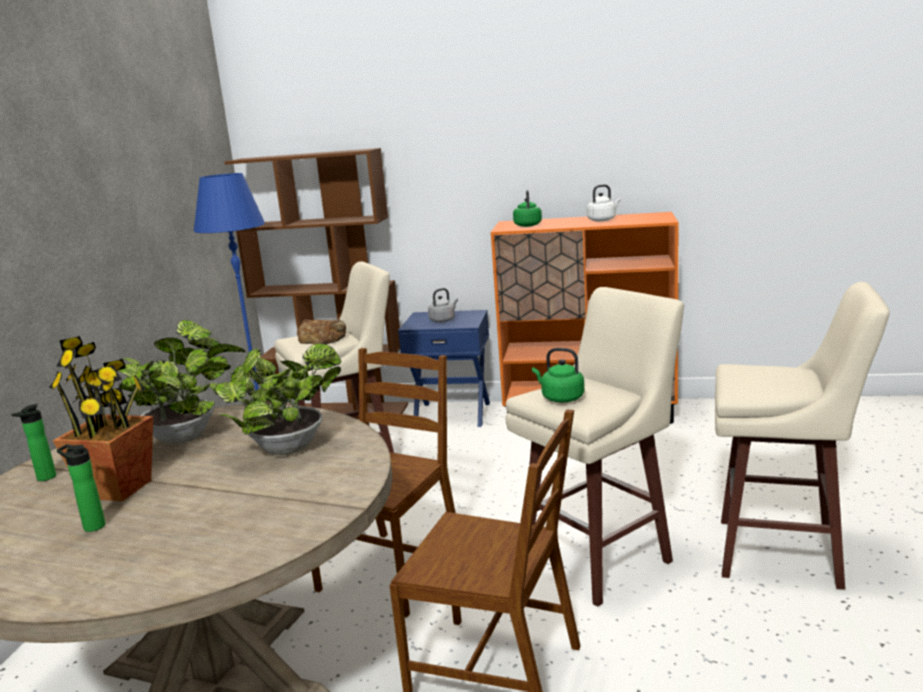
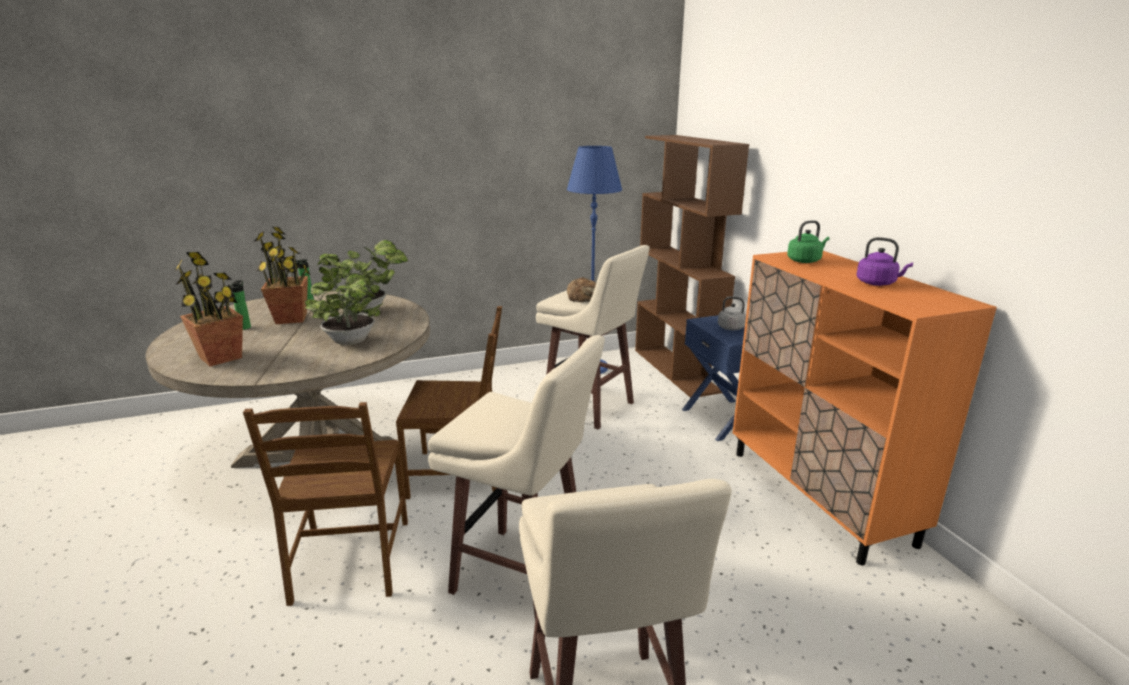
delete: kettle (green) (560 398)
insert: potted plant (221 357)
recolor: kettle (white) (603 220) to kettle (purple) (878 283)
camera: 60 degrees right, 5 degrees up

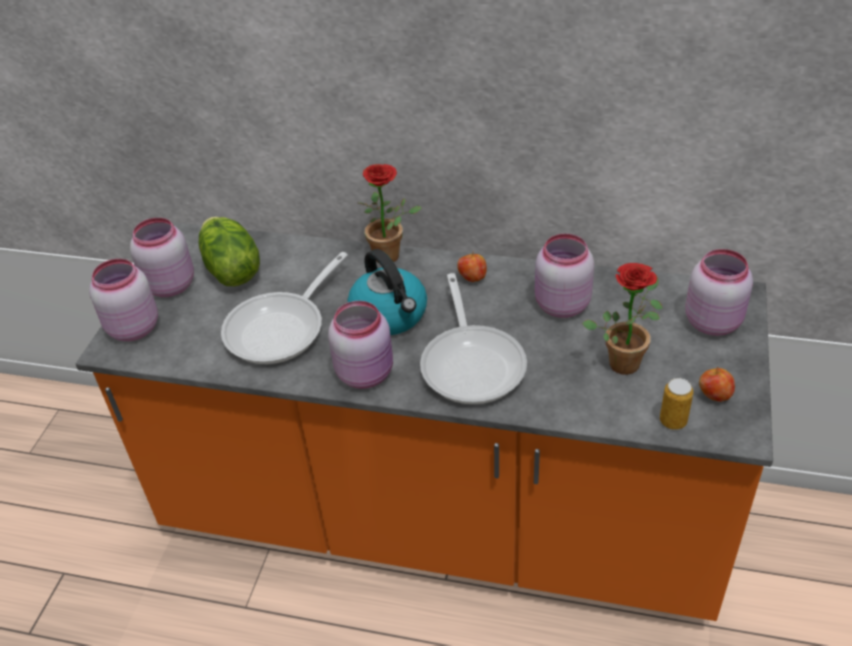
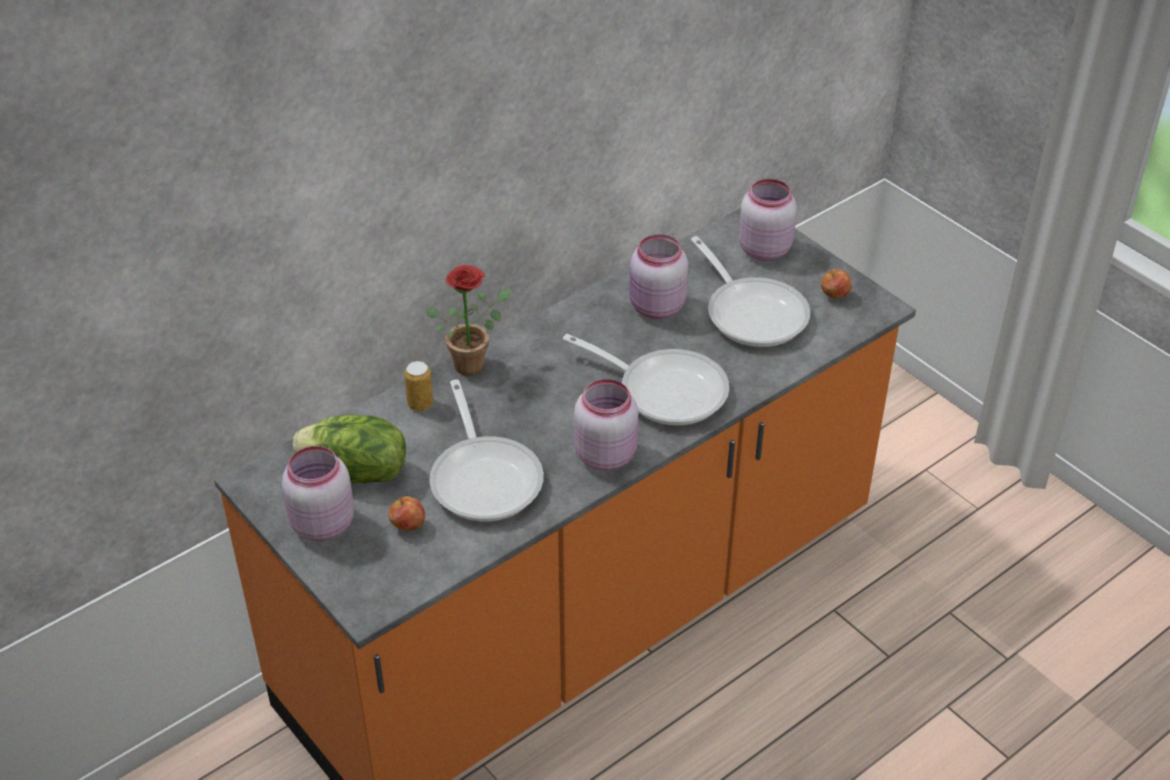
delete: kettle (390 315); jar (pink) (132 328)
move: apple (472 278) to (408 526); can (673 421) to (420 404)
replace: potted plant (625 359) to frying pan (752 312)
camera: 55 degrees left, 0 degrees up

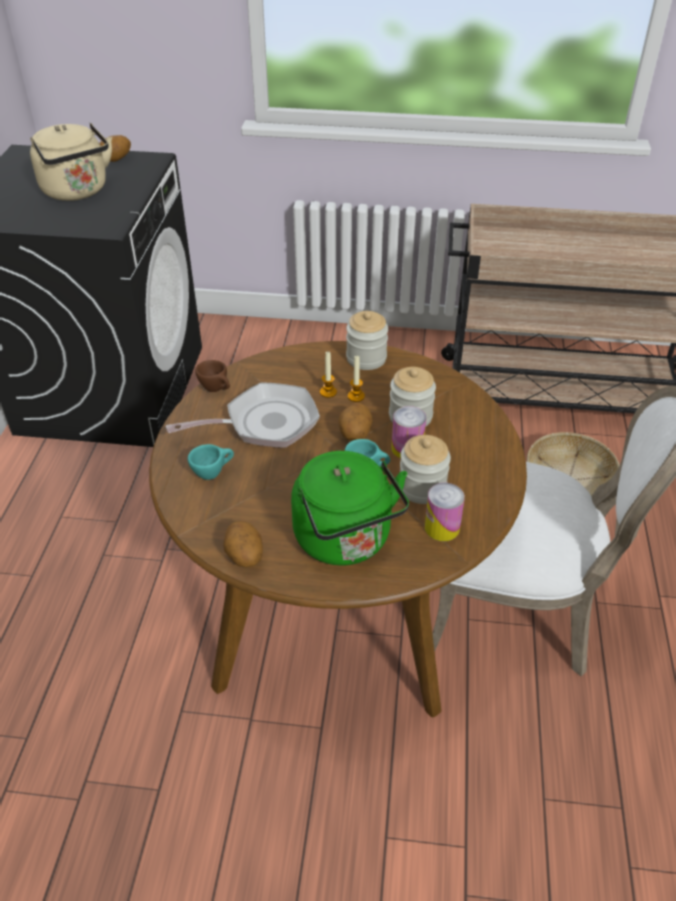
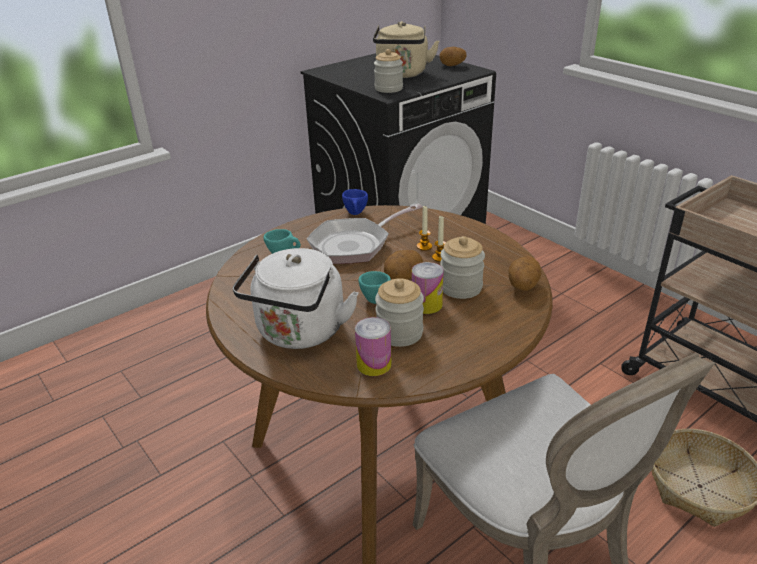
move: jar (366 358) to (388 89); potato (244 557) to (522 286)
recolor: cup (brown) (217 389) to cup (blue) (356 214); kettle (green) (346 541) to kettle (white) (299 333)
rotate: frying pan (264 423) = (355 244) 120 degrees clockwise
camera: 45 degrees right, 10 degrees down

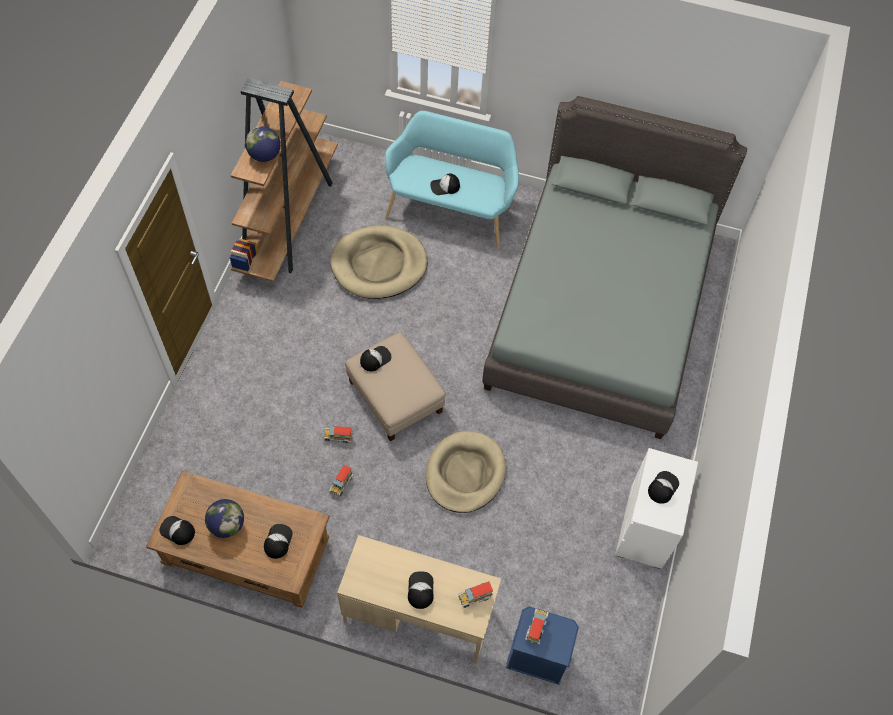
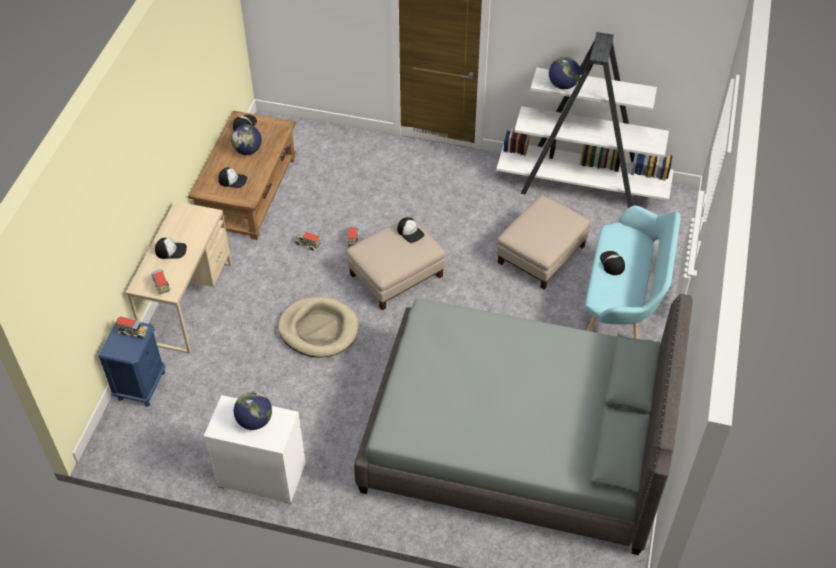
replace: dog bed (beige) (379 265) to ottoman (beige) (541 255); cap (662 487) to globe (254 421)
recolor: bookcase (brown) (288 218) to bookcase (white) (582 186)
camera: 90 degrees right, 10 degrees down

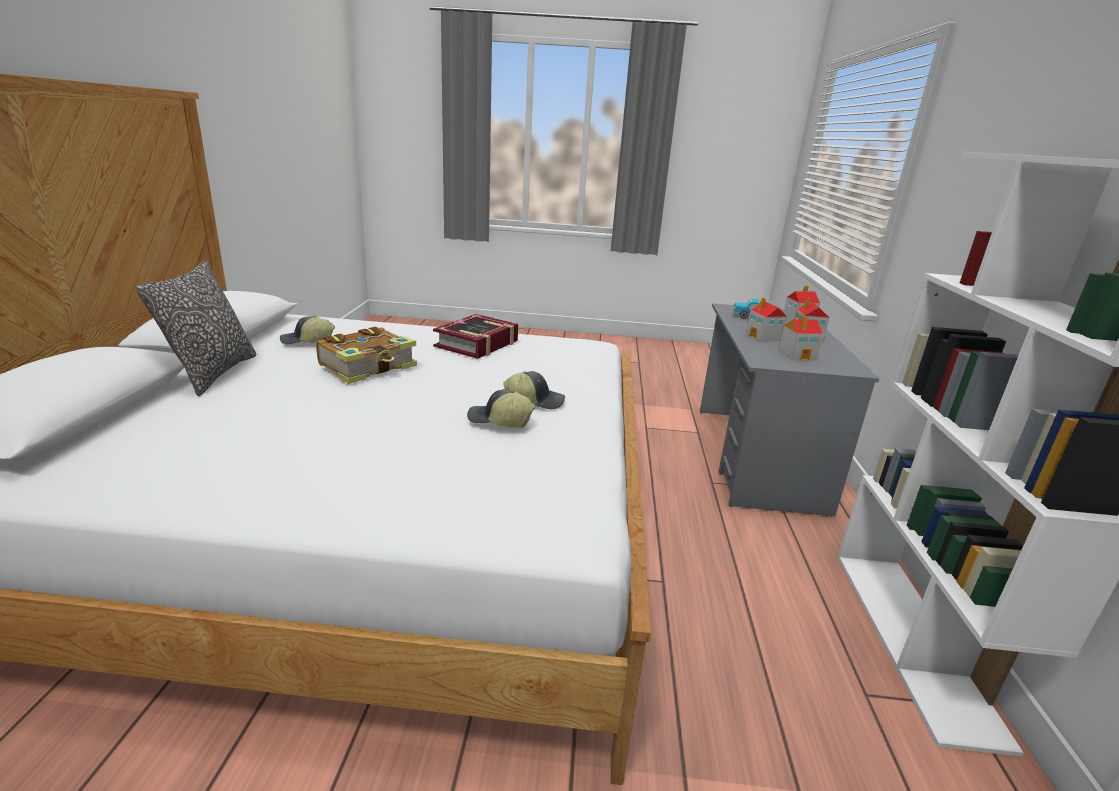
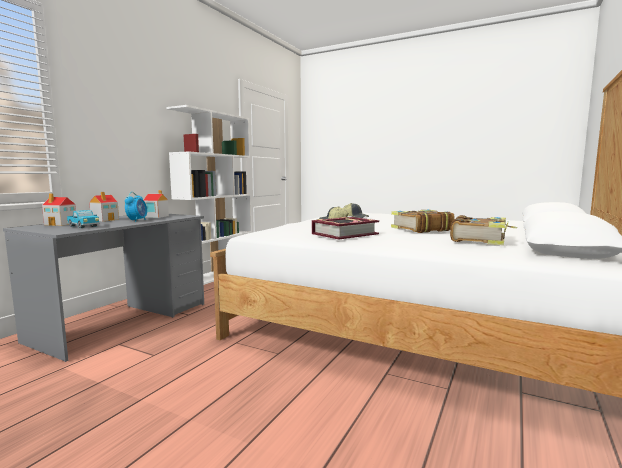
delete: pillow (213 373)
replace: toy house (763 337) to alarm clock (137 220); cap (307 341) to book (480 240)
camera: 155 degrees left, 15 degrees down

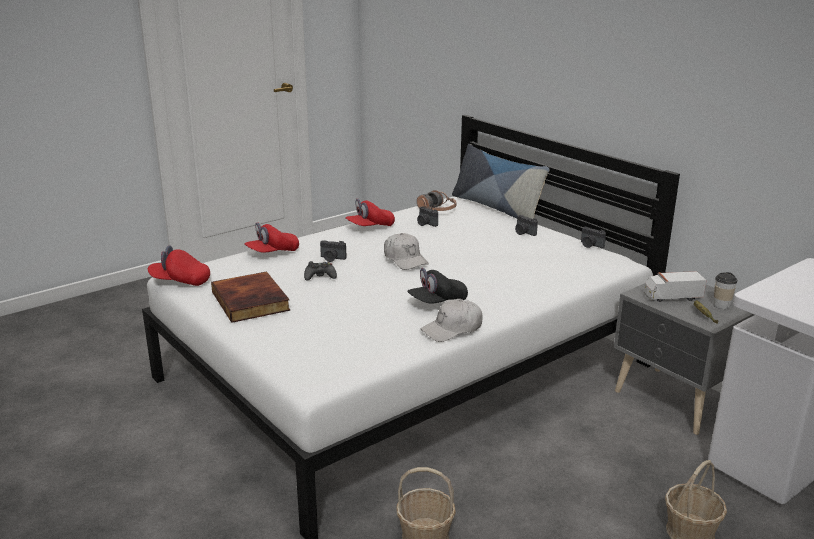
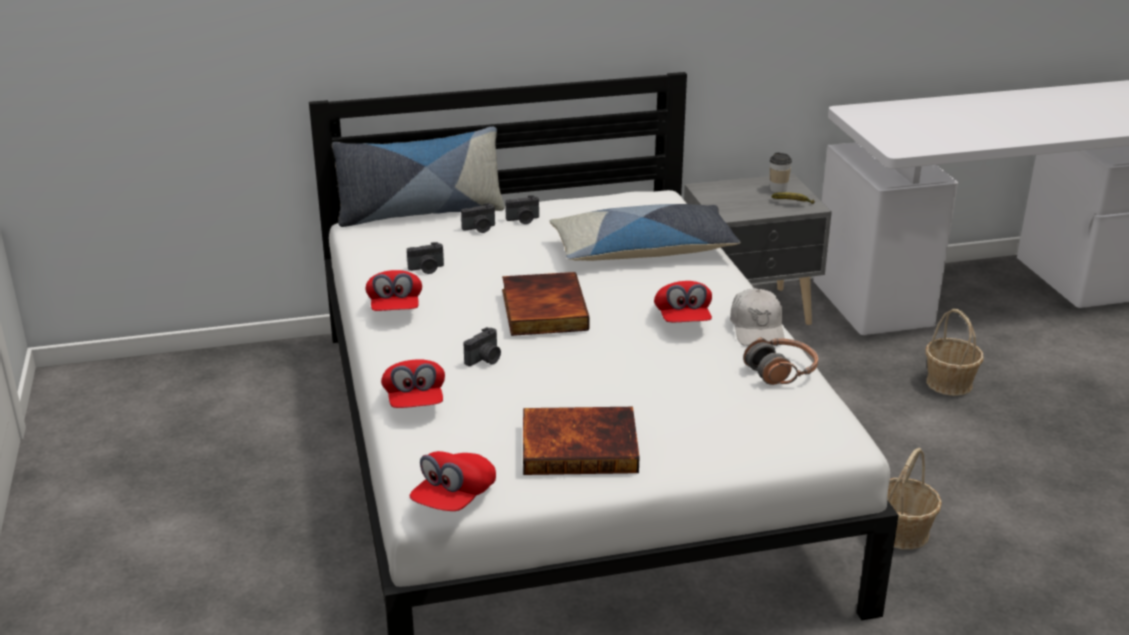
delete: game controller (black) (320 276); toy truck (672 297)
insert: pillow (644 250)
move: headphones (437 211) to (781 371); photo camera (590 245) to (480 228)
replace: cap (white) (405 259) to book (542 309)
recolor: cap (black) (437 302) to cap (red) (682 320)
camera: 65 degrees left, 5 degrees up

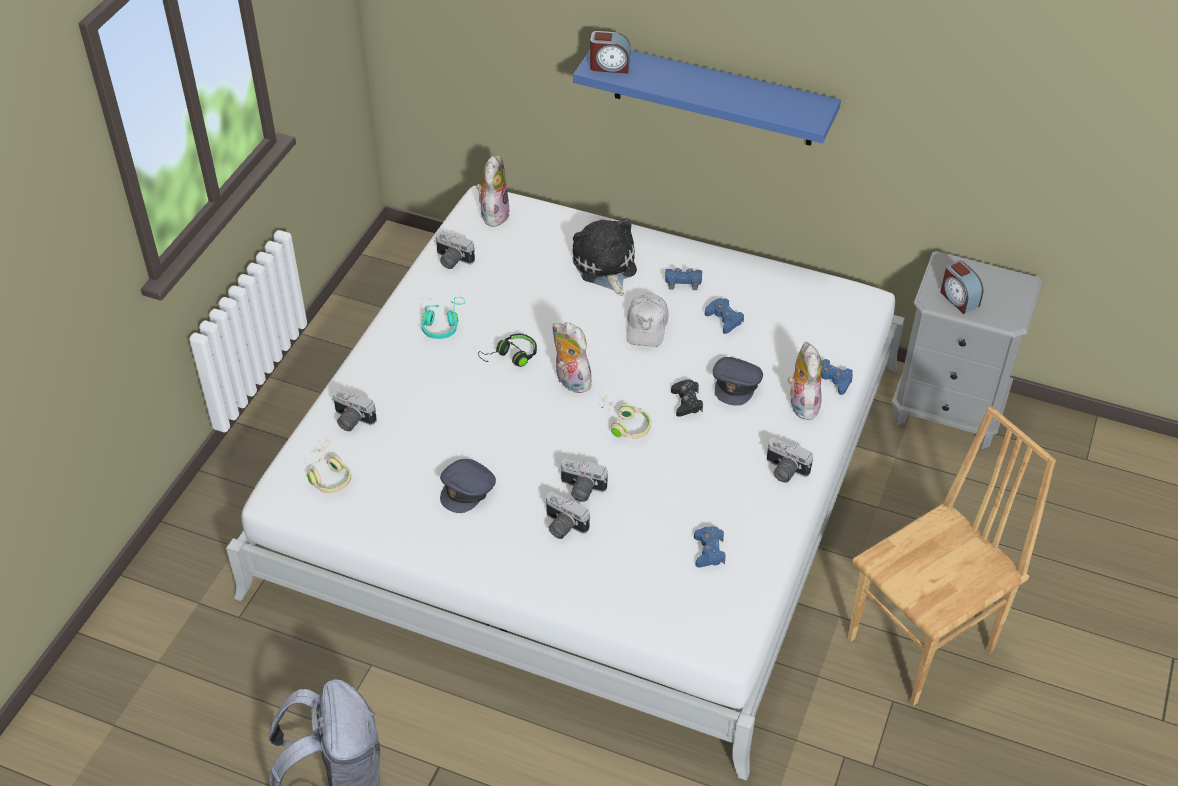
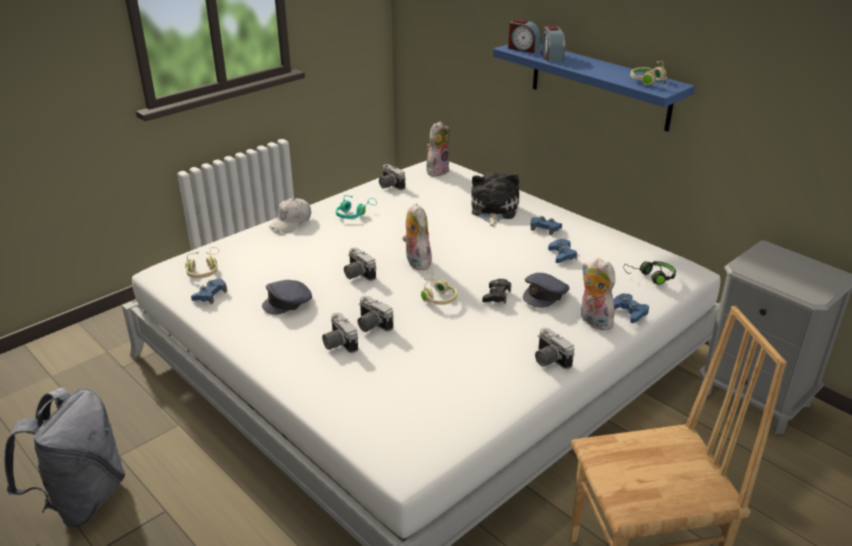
insert: headphones (beige) (650 83)
move: alarm clock (958 298) to (551 56); cap (white) (647 326) to (291 222); headphones (black) (511 356) to (651 277); photo camera (351 420) to (357 274); game controller (blue) (709 551) to (210 295)
rotate: plush toy (801 404) = (593 321) 60 degrees counterclockwise
camera: 25 degrees right, 15 degrees down

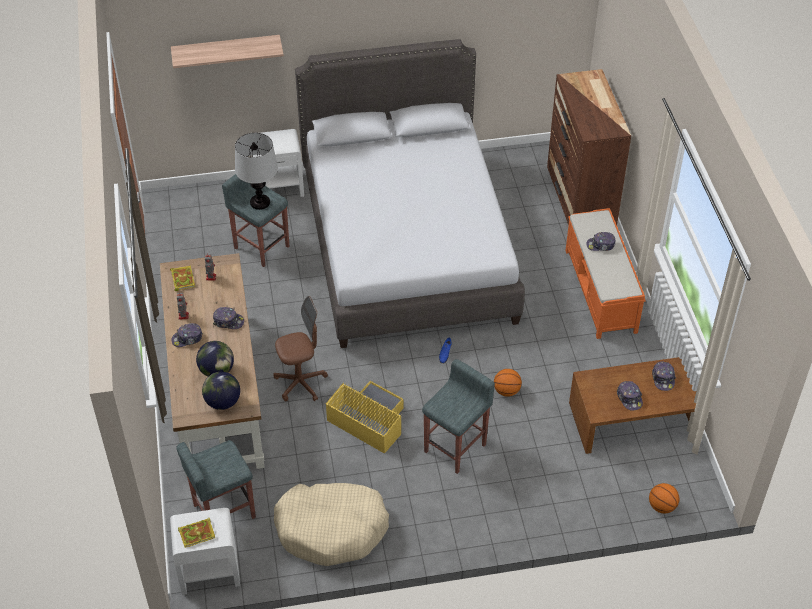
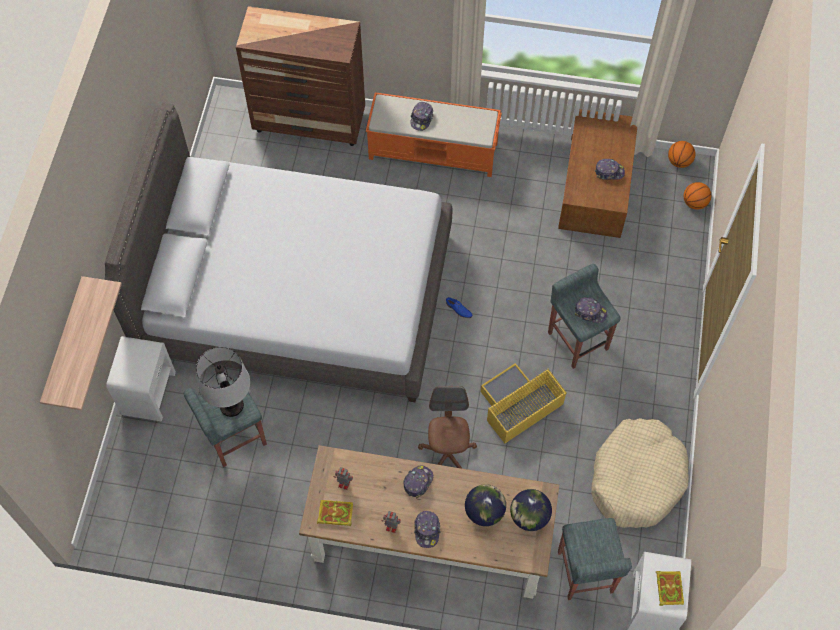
move: cap (663 379) to (590 312); basketball (506 391) to (679 161)
camera: 70 degrees left, 15 degrees up

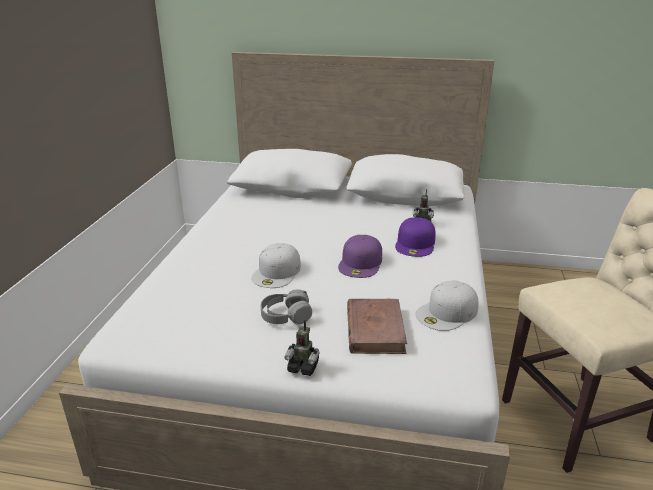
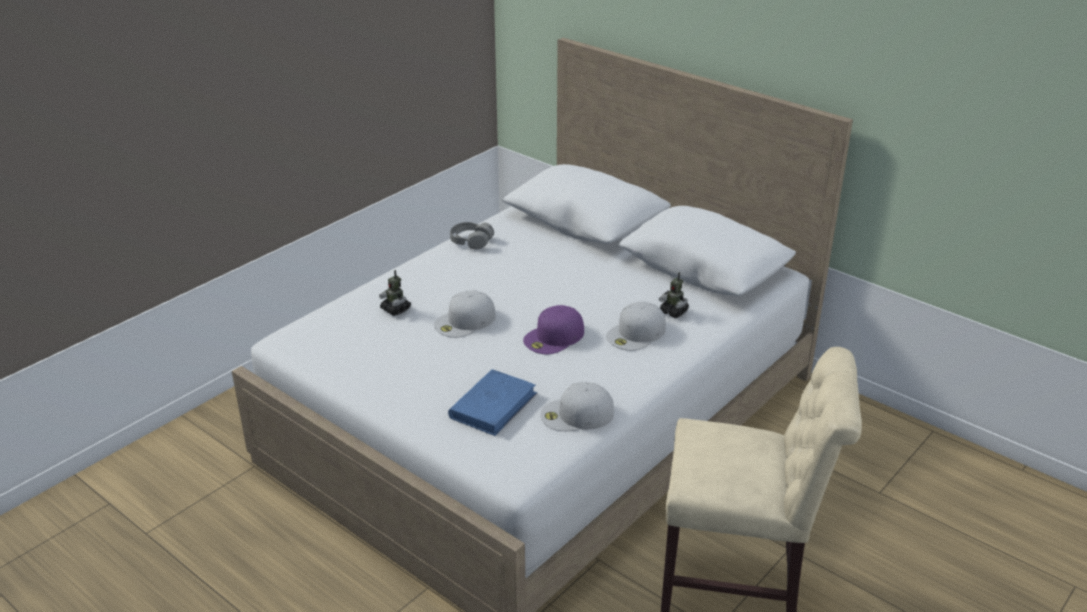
move: headphones (grey) (286 316) to (471 242); toy robot (303 367) to (395 309)
recolor: cap (purple) (416 243) to cap (white) (636 333); book (brown) (375 329) to book (blue) (493 405)
camera: 30 degrees right, 5 degrees up

